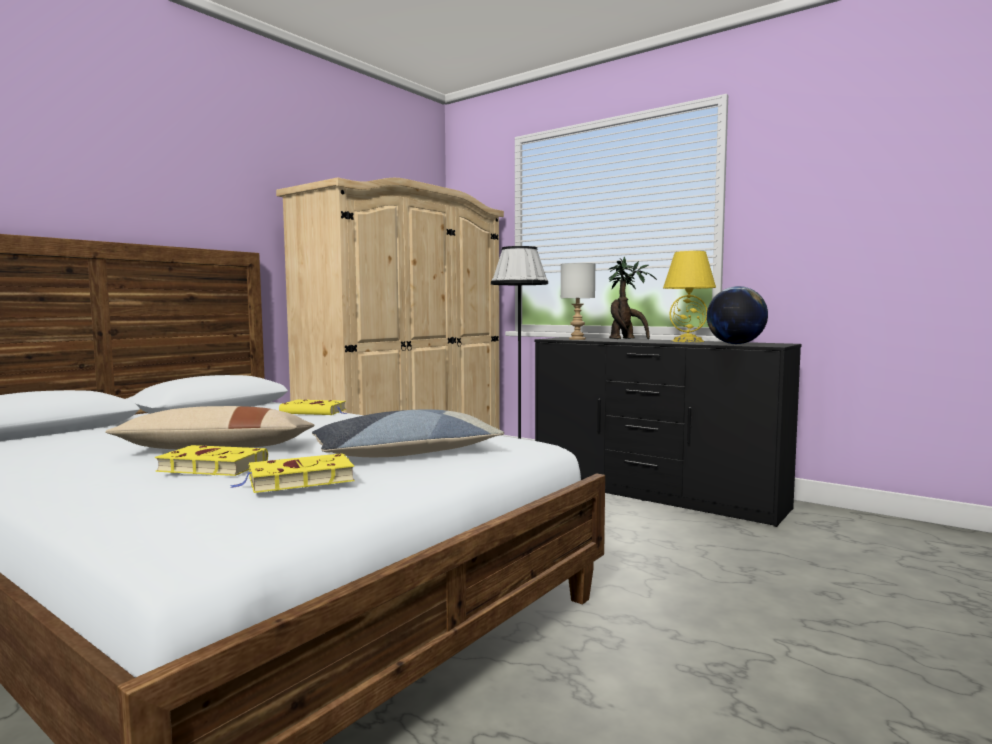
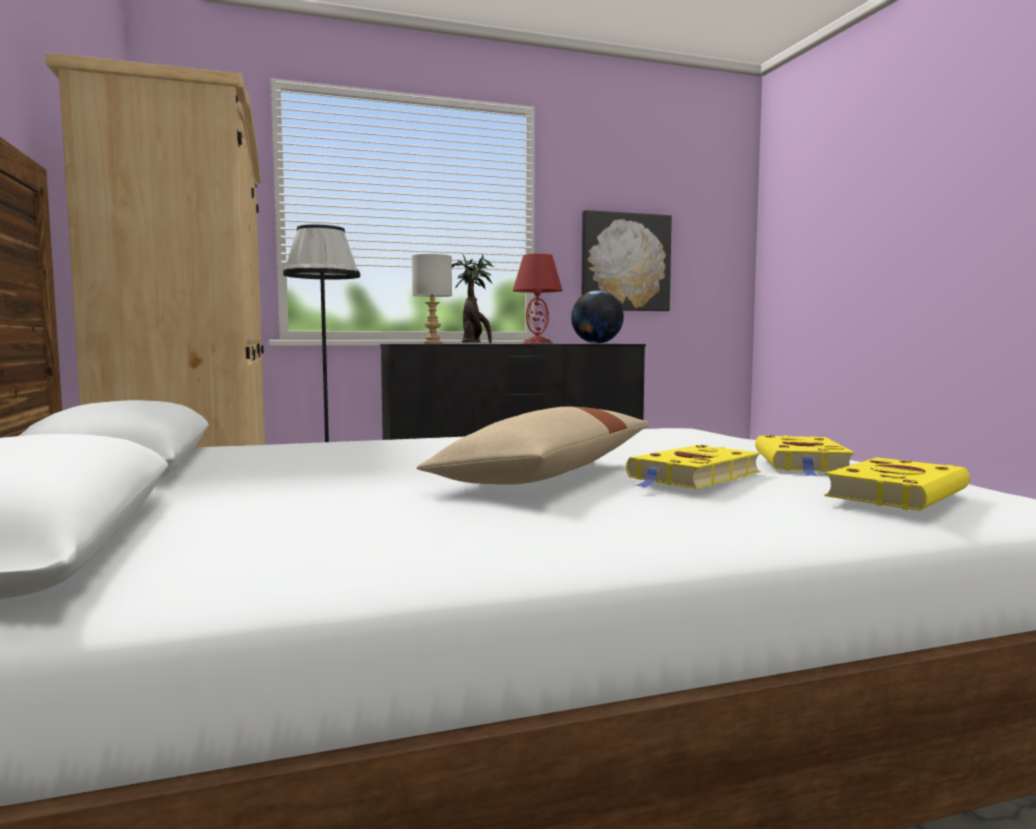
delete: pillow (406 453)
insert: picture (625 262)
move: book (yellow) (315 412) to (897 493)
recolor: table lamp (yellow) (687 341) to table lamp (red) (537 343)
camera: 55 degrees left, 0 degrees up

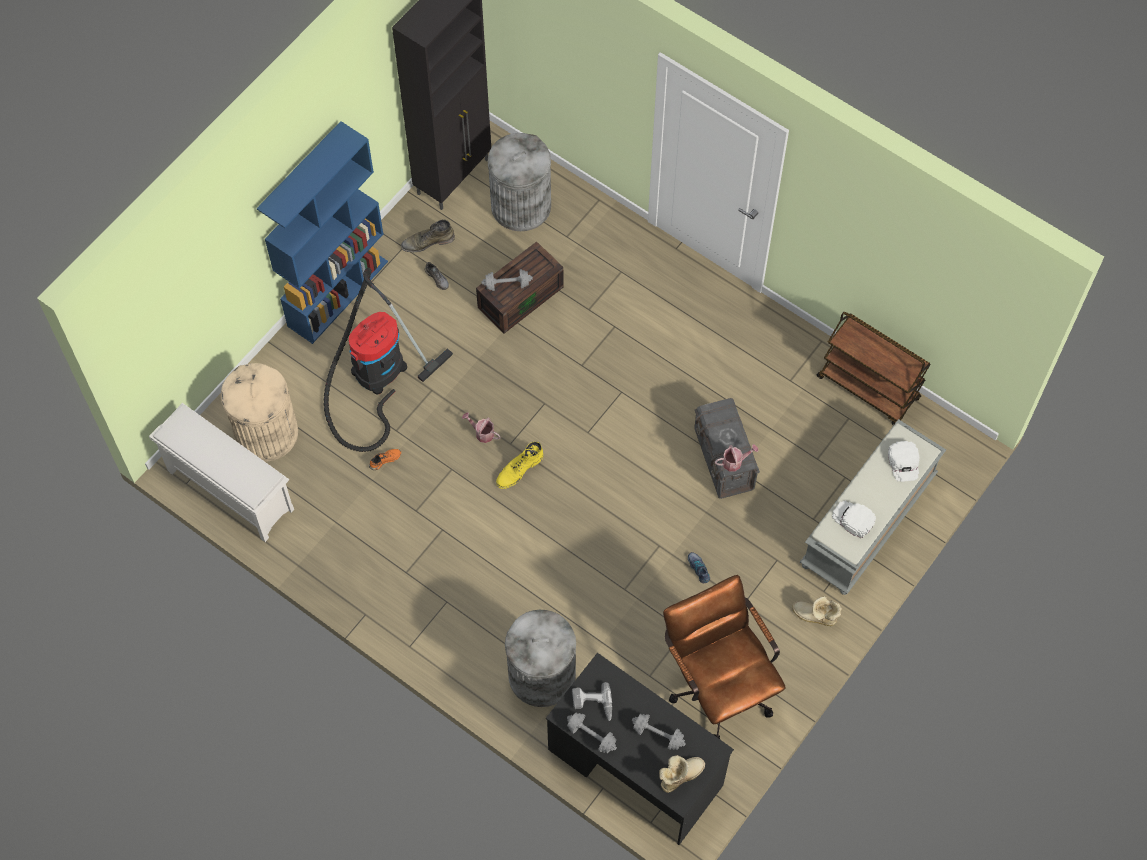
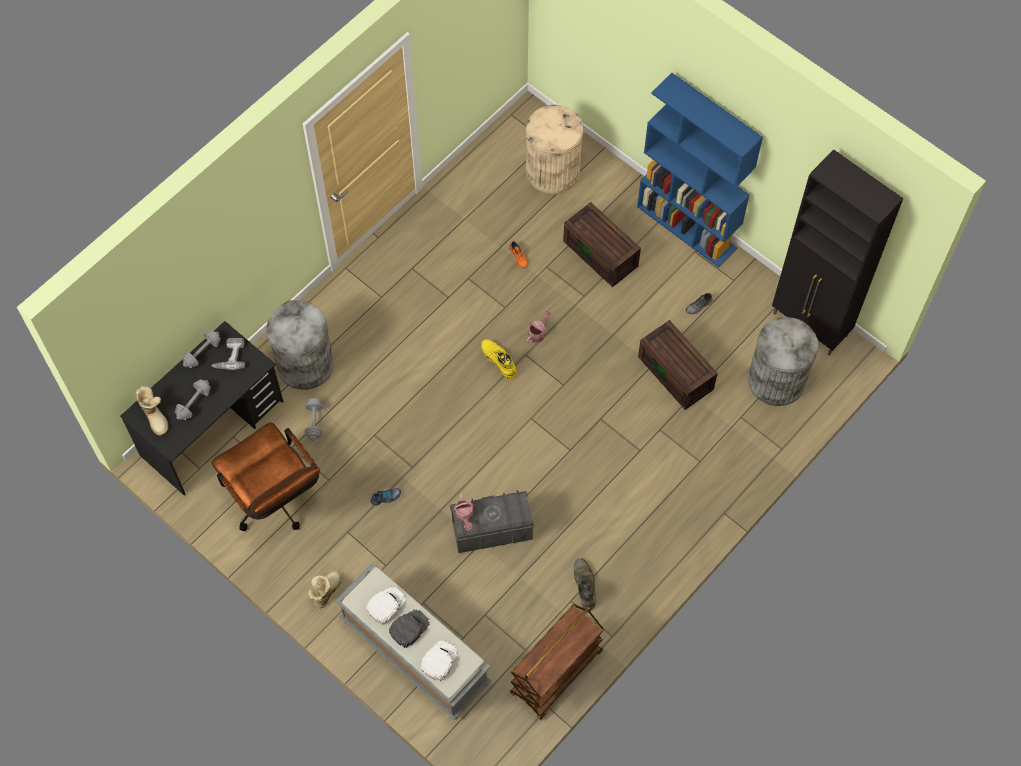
delete: shoe rack (white) (229 490)
insert: cap (black) (409 628)
move: boot (green) (427 242) to (584 585); dumbbell (grey) (507 285) to (314 422)
replace: vacuum cleaner (376 375) to storage box (brown) (602 253)
rotate: cap (white) (904 463) = (439 660) 120 degrees clockwise; office chair (brown) (718 683) = (276 502) 75 degrees clockwise
camera: 95 degrees right, 0 degrees up

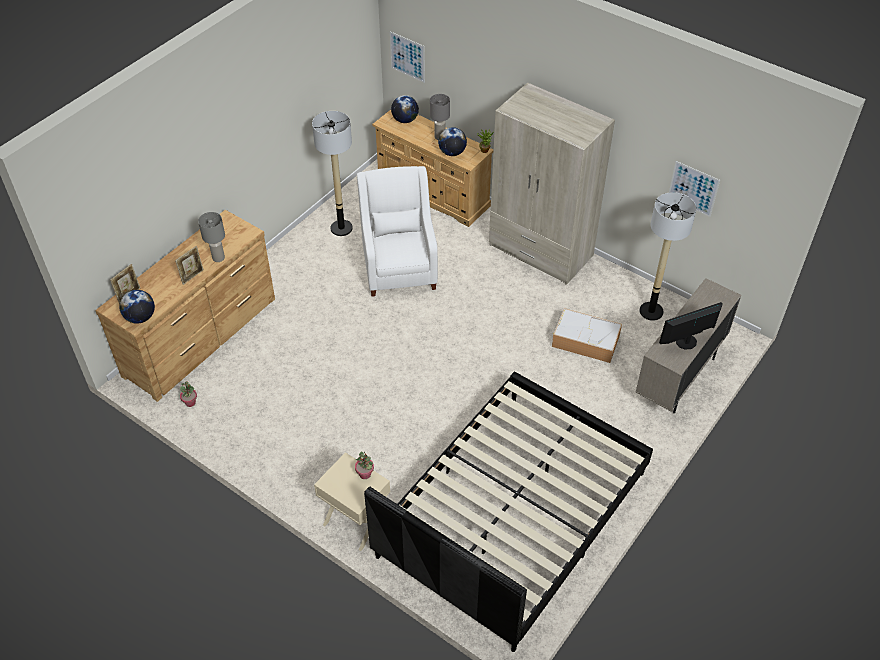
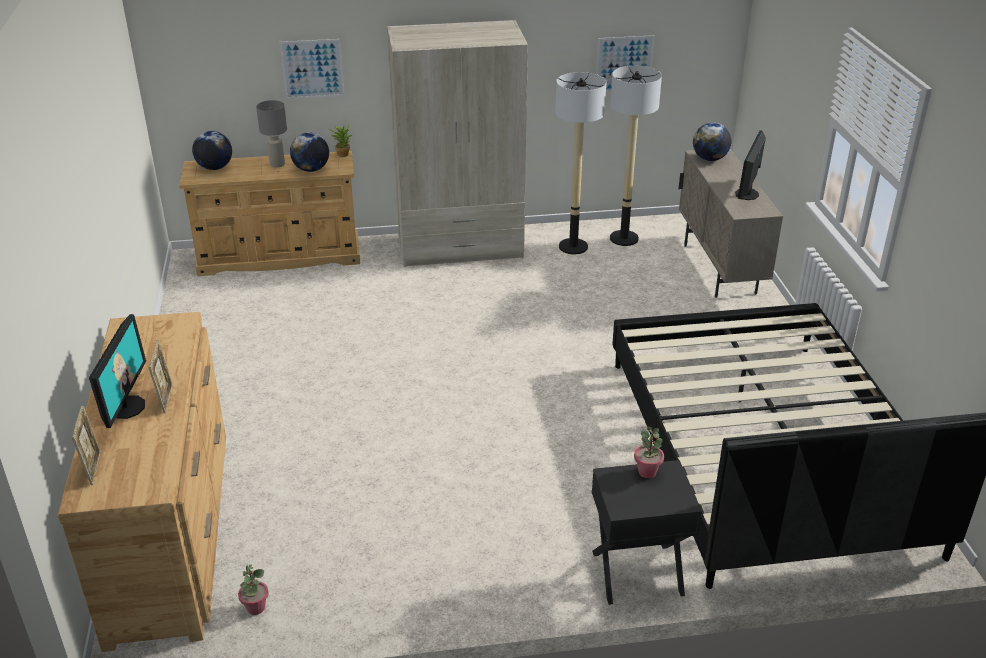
delete: armchair (white) (399 266); table lamp (grey) (218 257); storage box (586 341)
insert: monitor (127 407)
move: picture (407 57) to (312 69); floor lamp (341 228) to (573 247); globe (140 317) to (710 159)
recolor: nightstand (beige) (355 522) to nightstand (black) (637 573)
camera: 45 degrees left, 15 degrees down

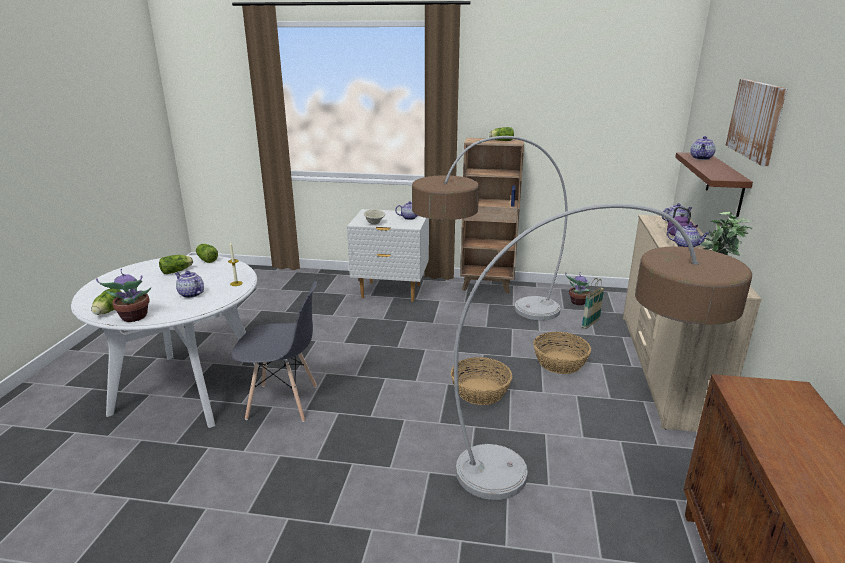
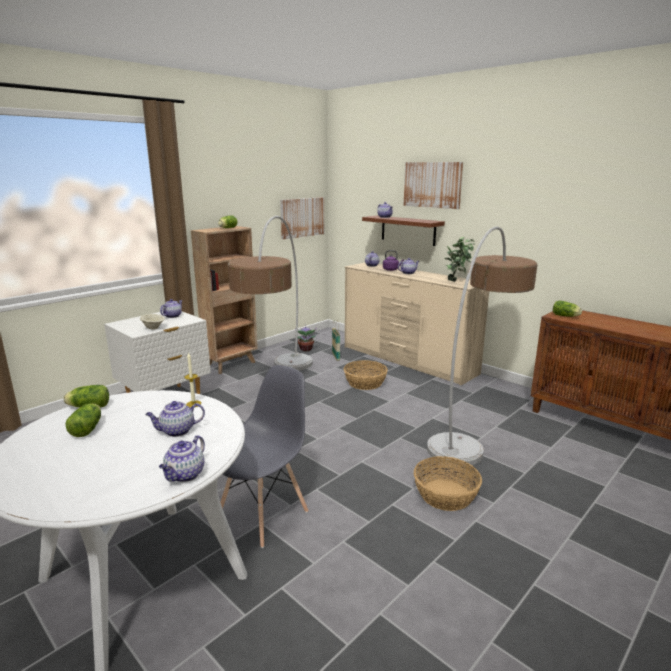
insert: picture (302 217)
move: lettuce (108 311) to (566 316); basket (480 391) to (446 495)
replace: potted plant (133 317) to teapot (185 475)
camera: 55 degrees left, 5 degrees down

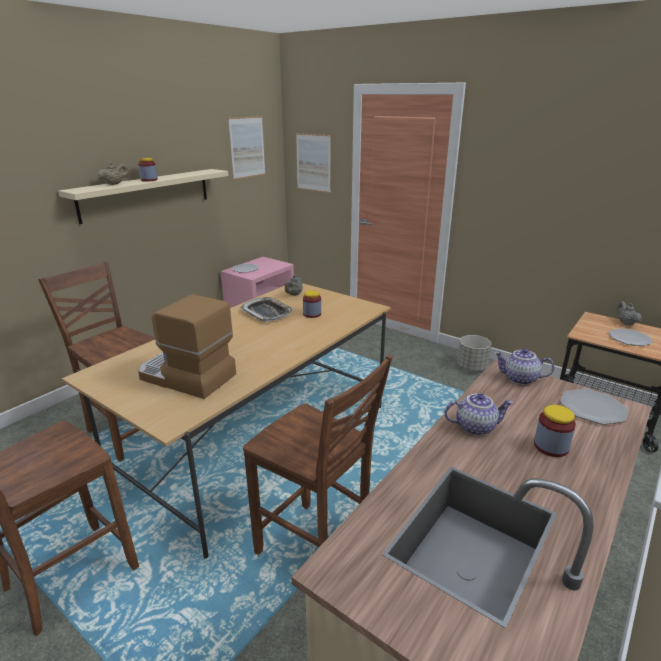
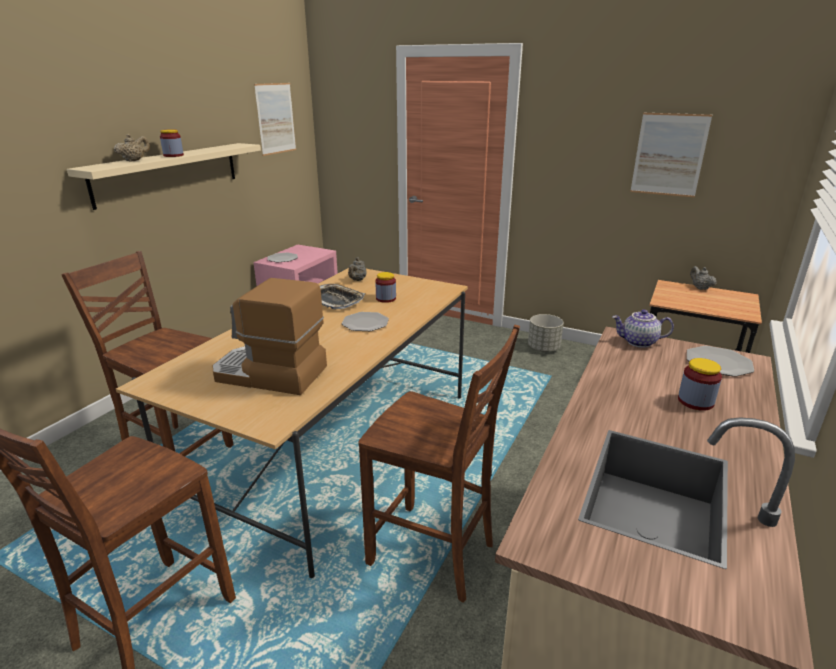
delete: teapot (475 426)
move: picture (313 163) to (669 155); plate (629 338) to (365 323)
camera: 10 degrees left, 0 degrees up

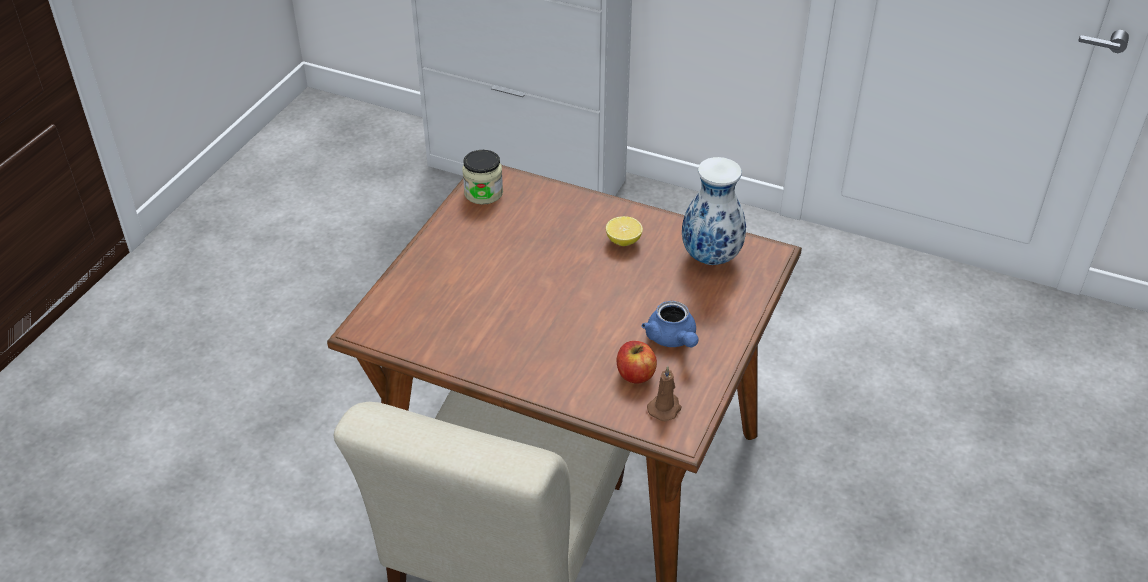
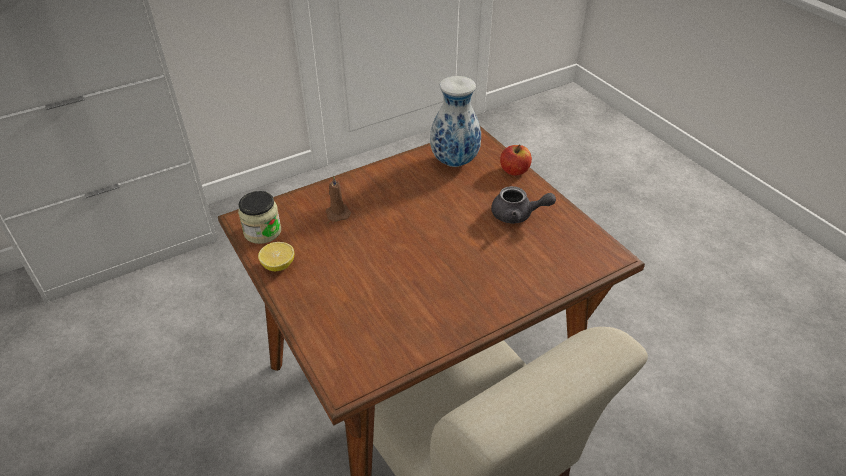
move: lemon (623 241) to (278 265); apple (635 374) to (514 171); candle (brown) (665 408) to (337 213)
recolor: teapot (blue) (672 339) to teapot (grey) (517 215)
camera: 55 degrees left, 0 degrees up

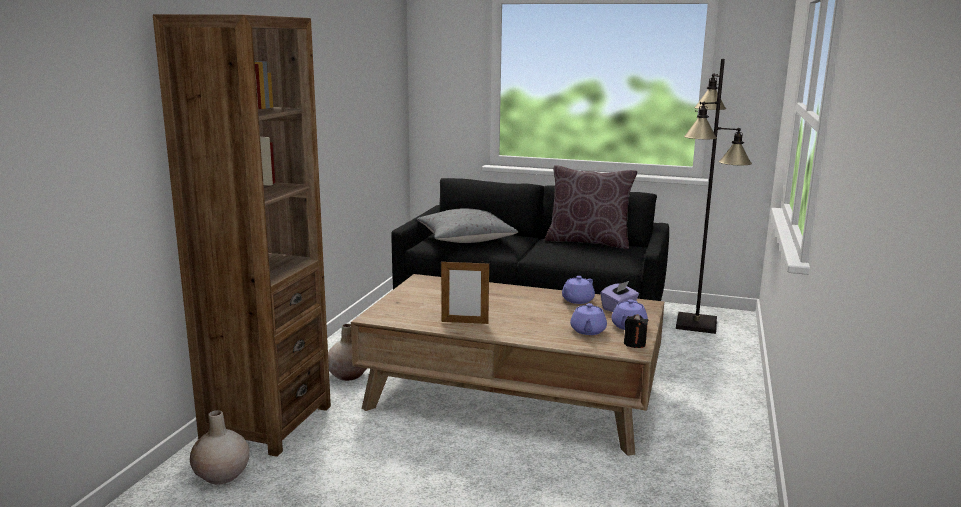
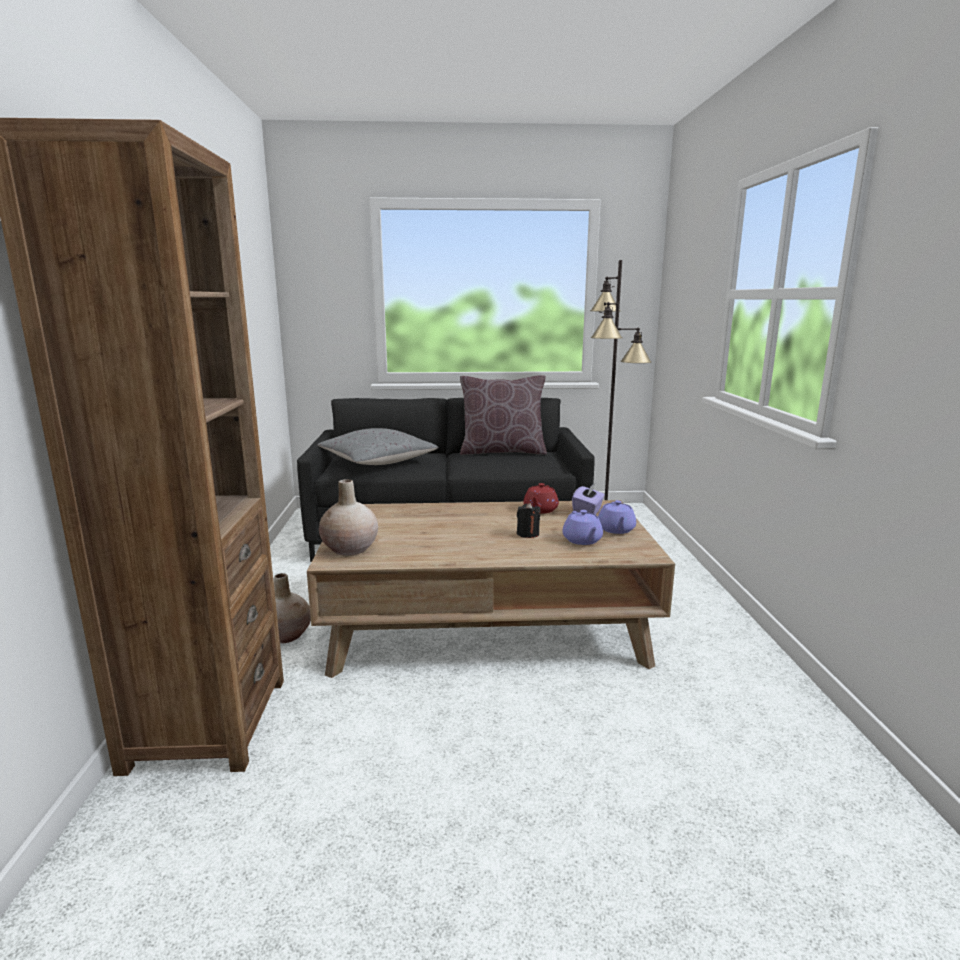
delete: picture frame (464 322)
move: candle (black) (634 344) to (528 534); vase (beige) (222 475) to (350 549)
recolor: teapot (purple) (577 300) to teapot (red) (540 510)
camera: 20 degrees left, 0 degrees up

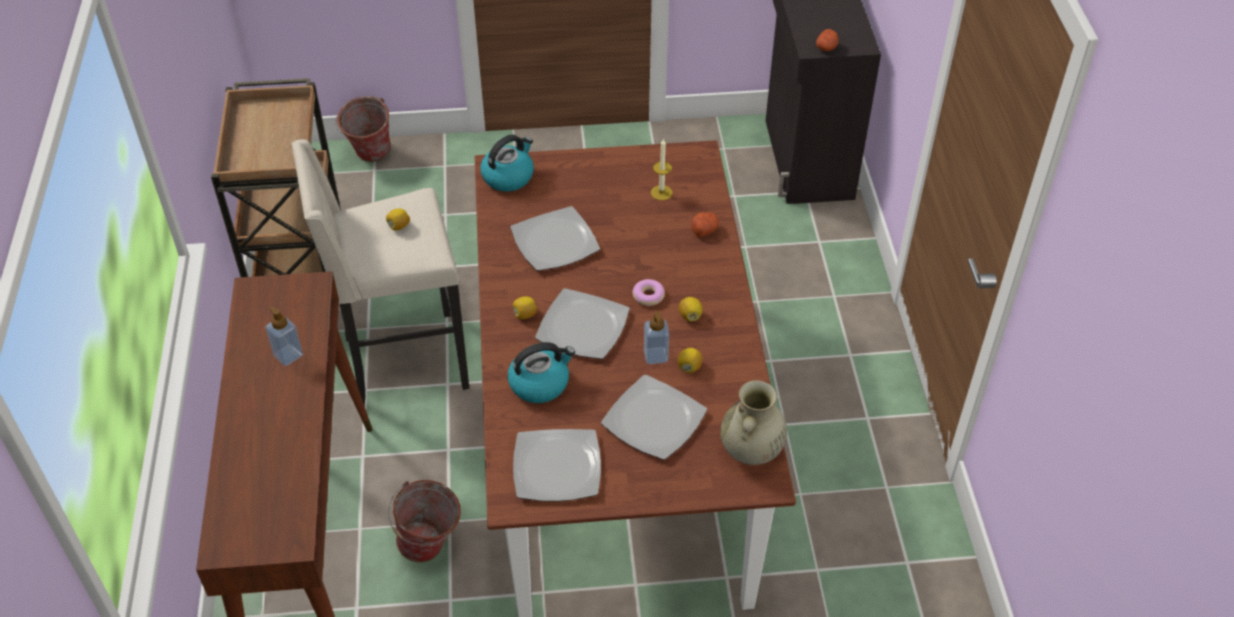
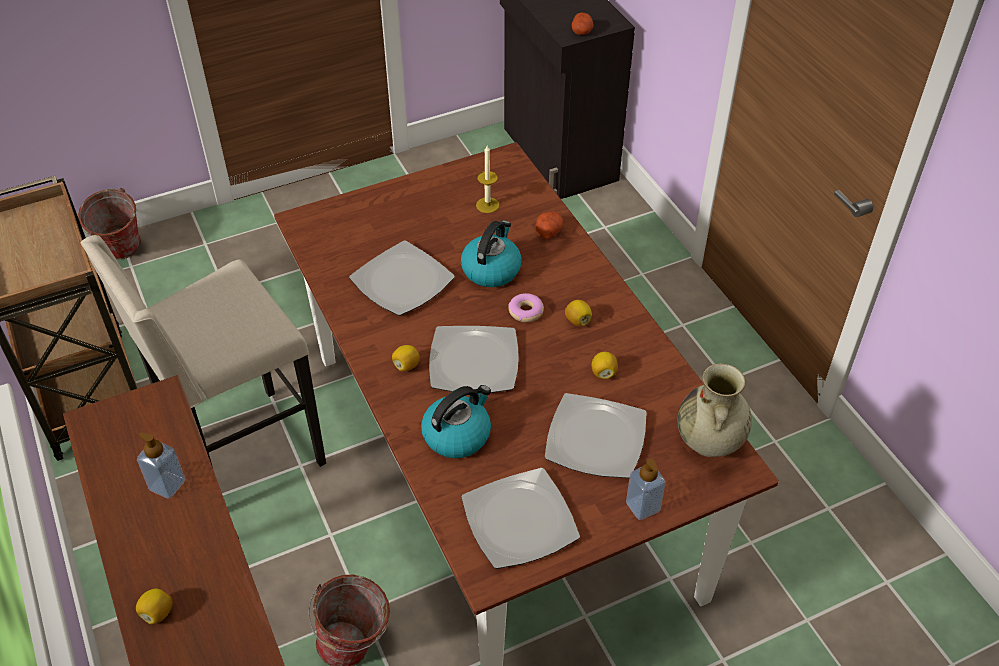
move: kettle (508 176) to (491 269); lemon (399 226) to (157 613); soap dispenser (655 356) to (642 506)
camera: 20 degrees left, 0 degrees up

